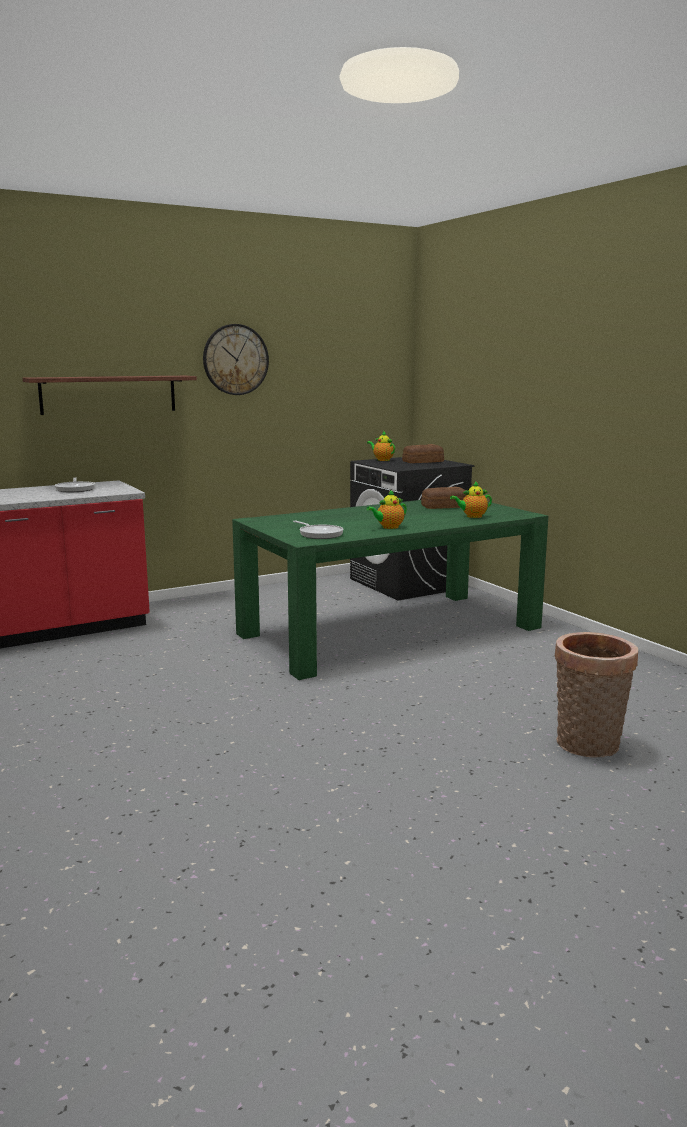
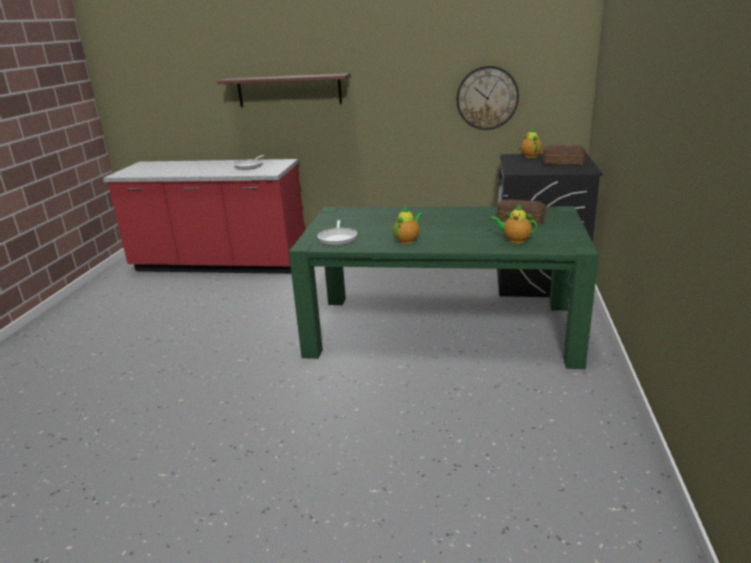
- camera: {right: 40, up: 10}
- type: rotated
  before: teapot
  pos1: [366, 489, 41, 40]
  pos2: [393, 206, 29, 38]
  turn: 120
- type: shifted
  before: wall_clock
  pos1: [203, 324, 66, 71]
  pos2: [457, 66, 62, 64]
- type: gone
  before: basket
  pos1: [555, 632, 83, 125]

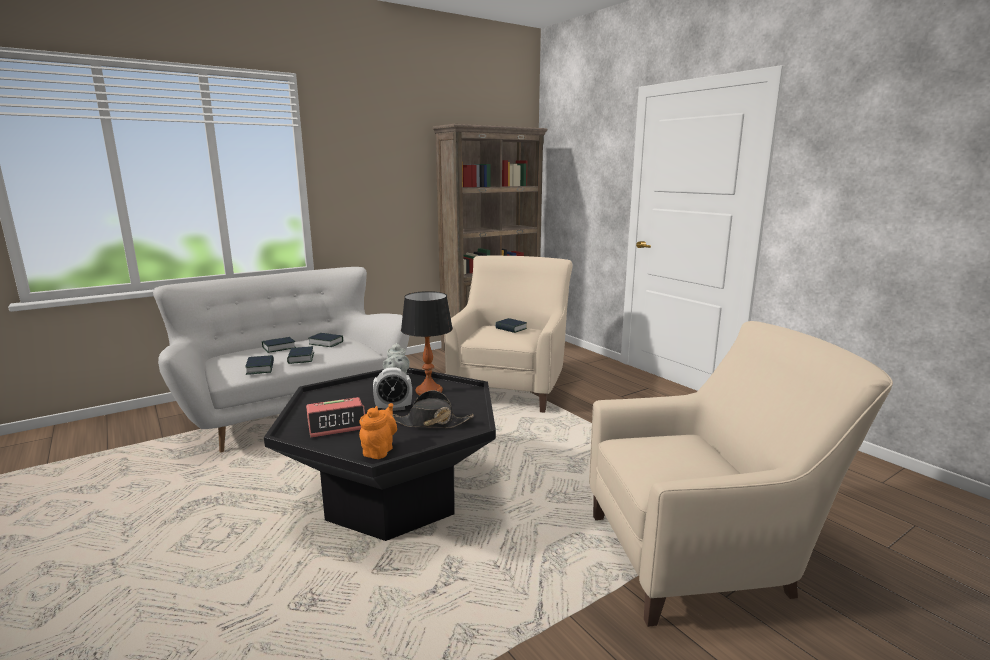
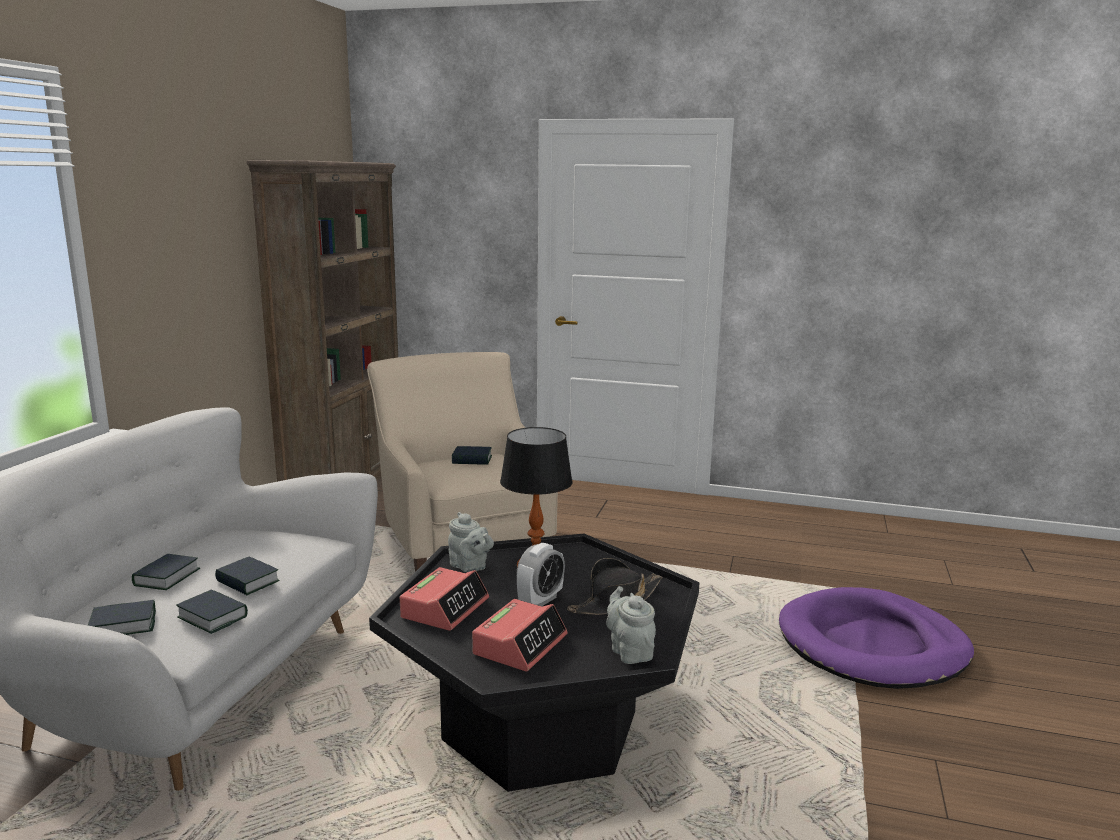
- camera: {right: -40, up: 0}
- type: shifted
  before: book
  pos1: [309, 333, 34, 14]
  pos2: [88, 600, 68, 35]
- type: new
  after: alarm_clock
  pos2: [400, 567, 89, 64]
- type: repainted
  before: orange_teapot
  after: grey_teapot
  pos1: [359, 403, 38, 56]
  pos2: [606, 586, 50, 78]
- type: swapped
  before: beige_armchair
  after: purple_dog_bed
  pos1: [589, 321, 304, 306]
  pos2: [779, 587, 195, 102]

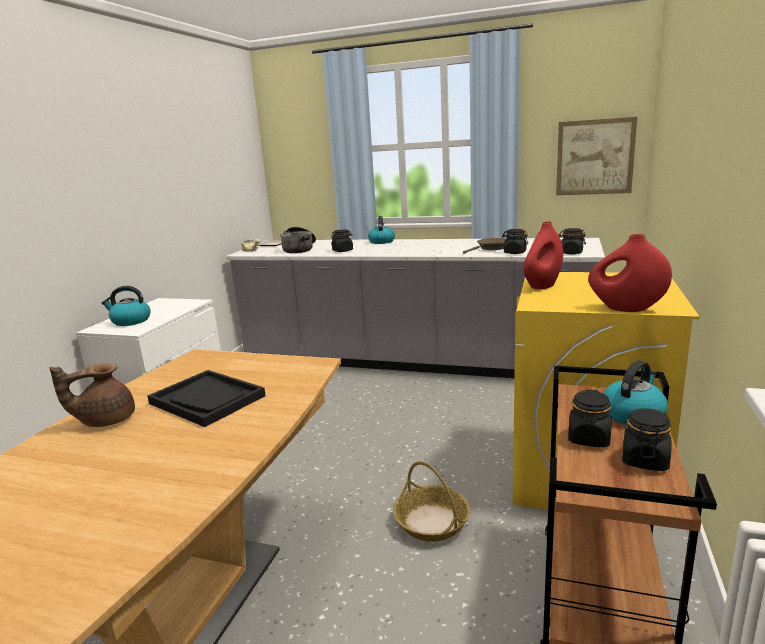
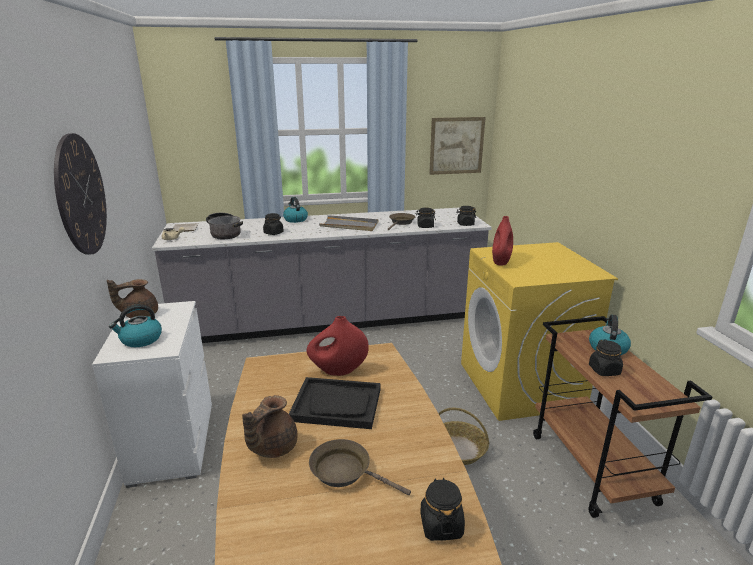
- camera: {right: -30, up: 5}
- type: new
  after: wall_clock
  pos2: [54, 133, 53, 122]
- type: new
  after: brown_teapot
  pos2: [107, 279, 51, 39]
- type: shifted
  before: red_vase
  pos1: [588, 234, 84, 78]
  pos2: [307, 316, 62, 60]
- type: new
  after: brown_frying_pan
  pos2: [309, 439, 102, 56]
- type: new
  after: grey_tray
  pos2: [319, 215, 59, 16]
- type: shifted
  before: black_jar
  pos1: [622, 408, 50, 63]
  pos2: [420, 478, 45, 63]

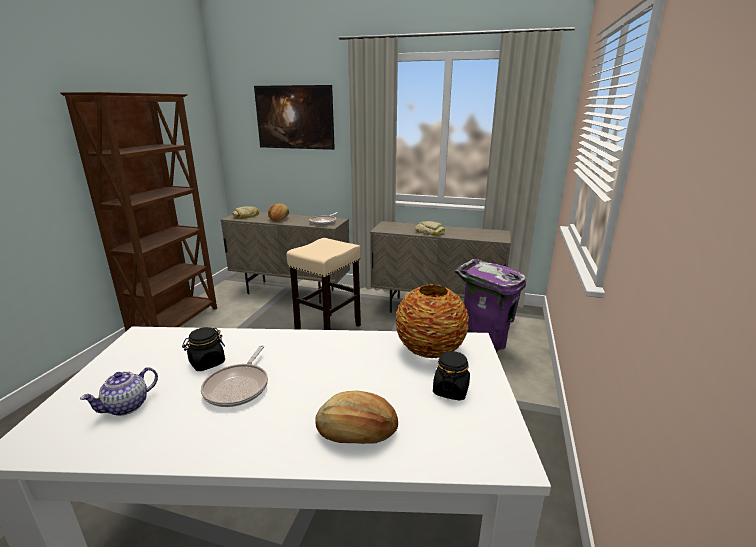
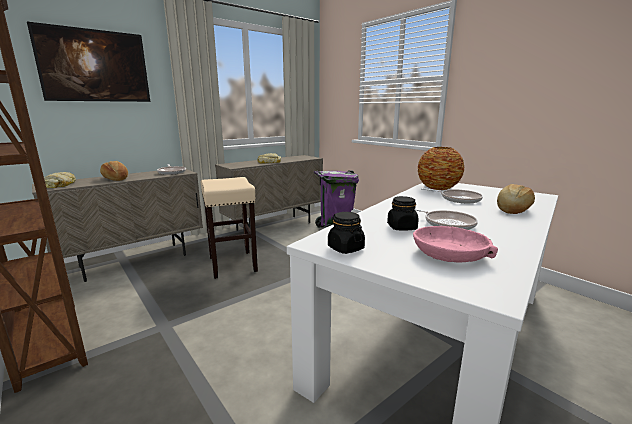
- camera: {right: -55, up: -5}
- type: shifted
  before: black_jar
  pos1: [433, 351, 37, 50]
  pos2: [328, 212, 37, 42]
- type: swapped
  before: teapot
  after: pink_bowl
  pos1: [80, 367, 78, 49]
  pos2: [413, 226, 85, 37]
- type: new
  after: frying_pan
  pos2: [421, 188, 62, 15]

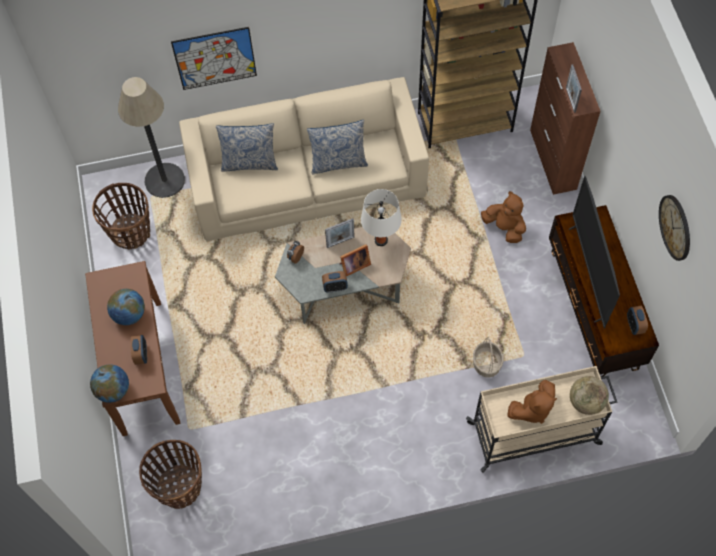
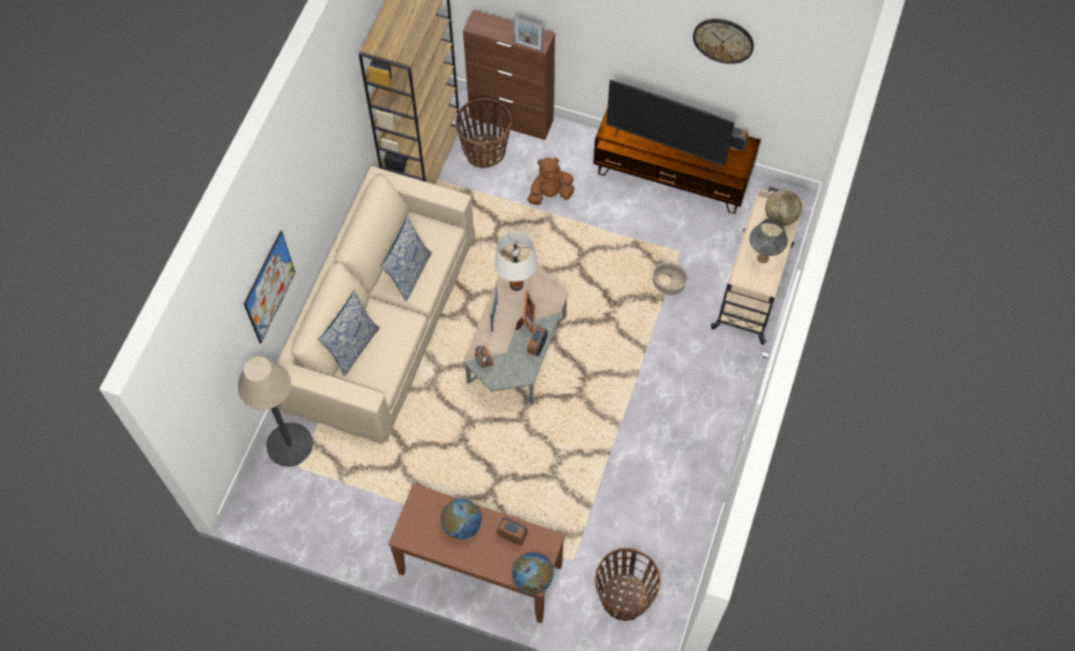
- camera: {right: -60, up: 0}
- type: shifted
  before: basket
  pos1: [92, 183, 58, 67]
  pos2: [456, 98, 56, 70]
- type: swapped
  before: brown_plush_toy
  after: grey_table_lamp
  pos1: [507, 380, 50, 44]
  pos2: [749, 218, 39, 45]

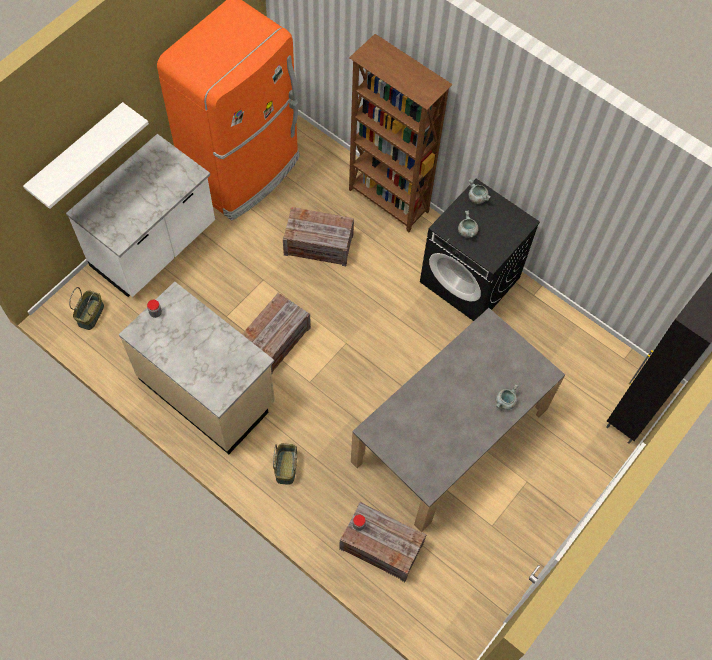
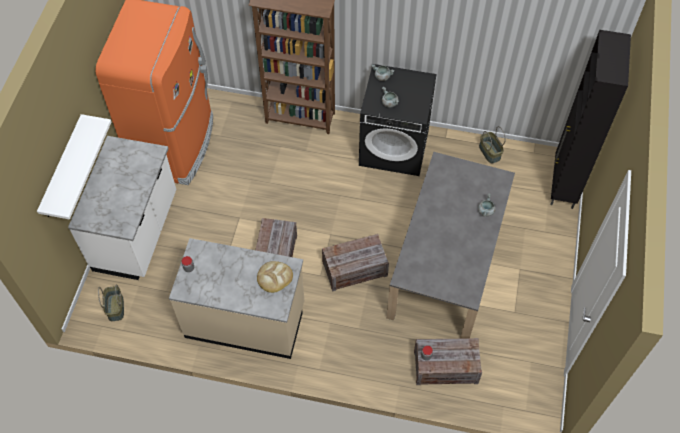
- camera: {right: -25, up: -5}
- type: new
  after: bread
  pos2: [257, 261, 36, 32]
- type: shifted
  before: crate
  pos1: [283, 207, 71, 59]
  pos2: [322, 234, 67, 58]
- type: shifted
  before: basket
  pos1: [273, 443, 24, 42]
  pos2: [479, 126, 27, 37]

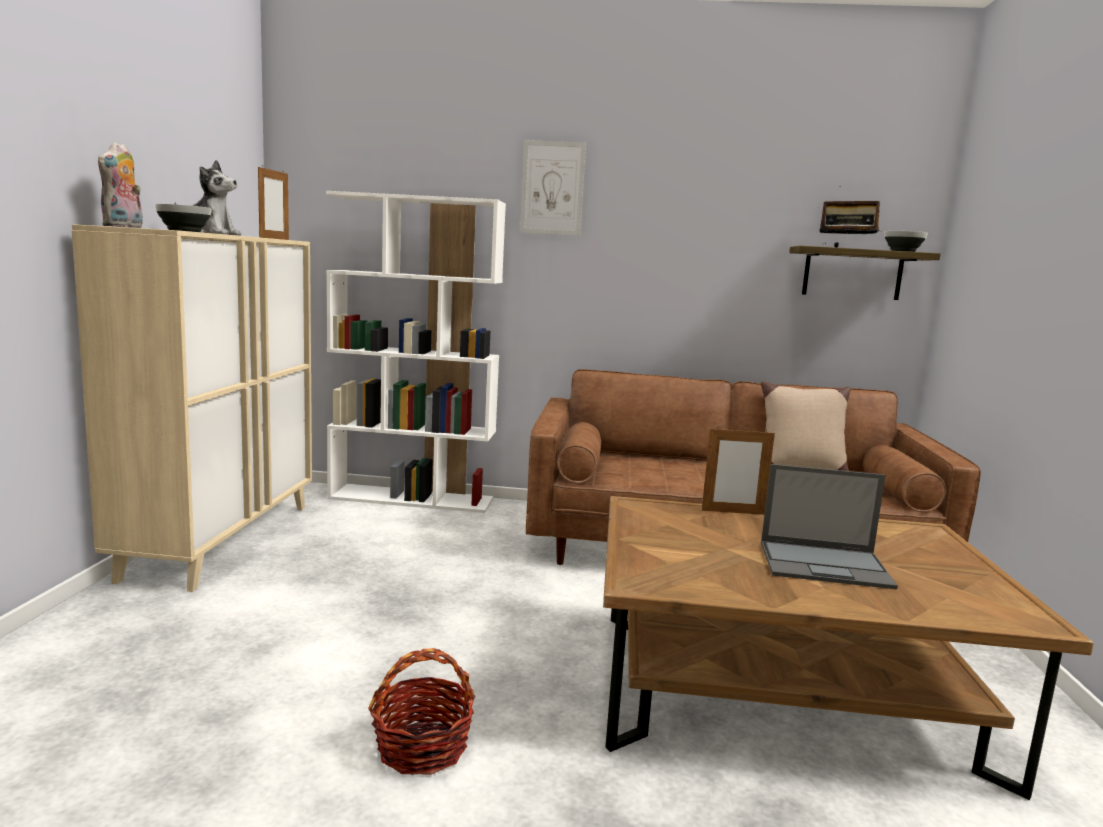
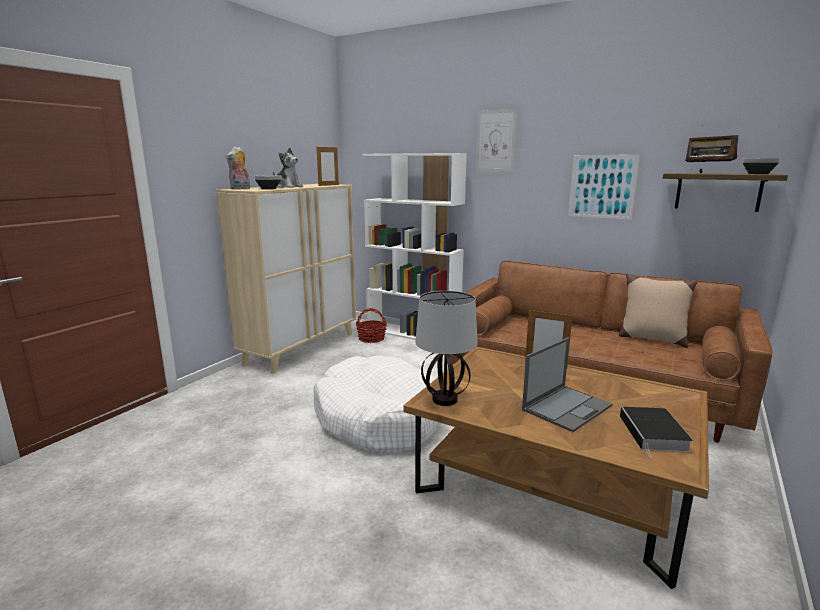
- camera: {right: 25, up: 5}
- type: new
  after: white_dog_bed
  pos2: [314, 356, 127, 98]
- type: shifted
  before: basket
  pos1: [368, 648, 107, 127]
  pos2: [356, 308, 31, 35]
- type: new
  after: table_lamp
  pos2: [415, 291, 63, 115]
- type: rotated
  before: laptop
  pos1: [761, 464, 137, 125]
  pos2: [522, 337, 91, 95]
  turn: -75
- type: new
  after: picture
  pos2: [568, 155, 72, 65]
- type: new
  after: book
  pos2: [620, 407, 73, 51]

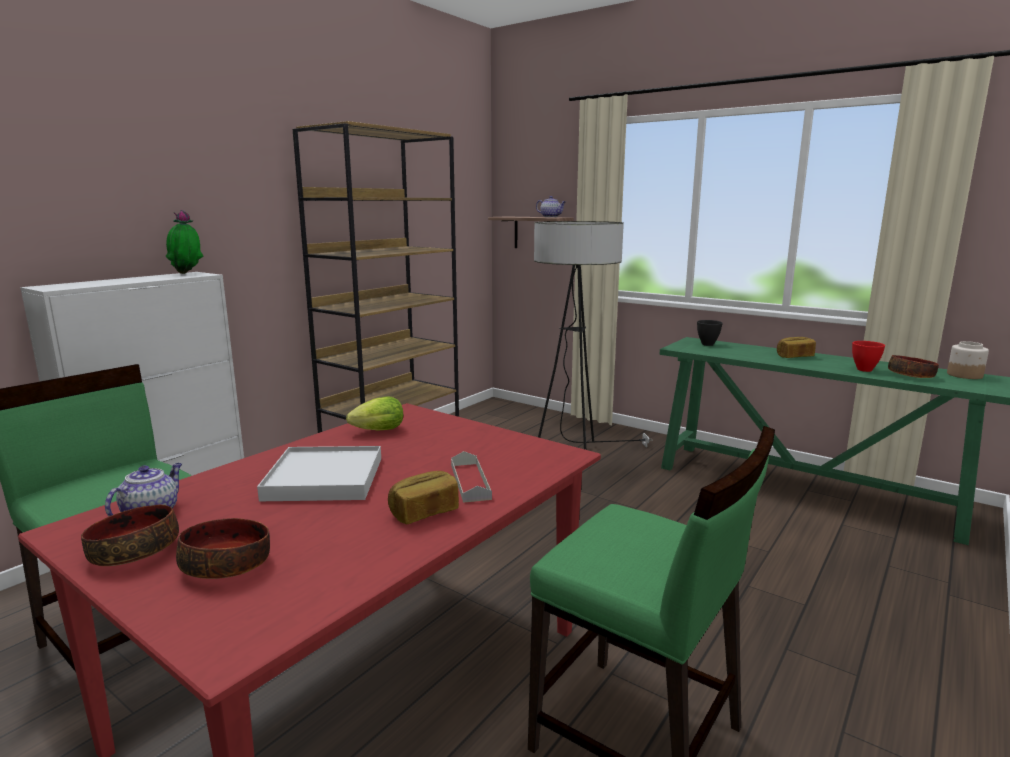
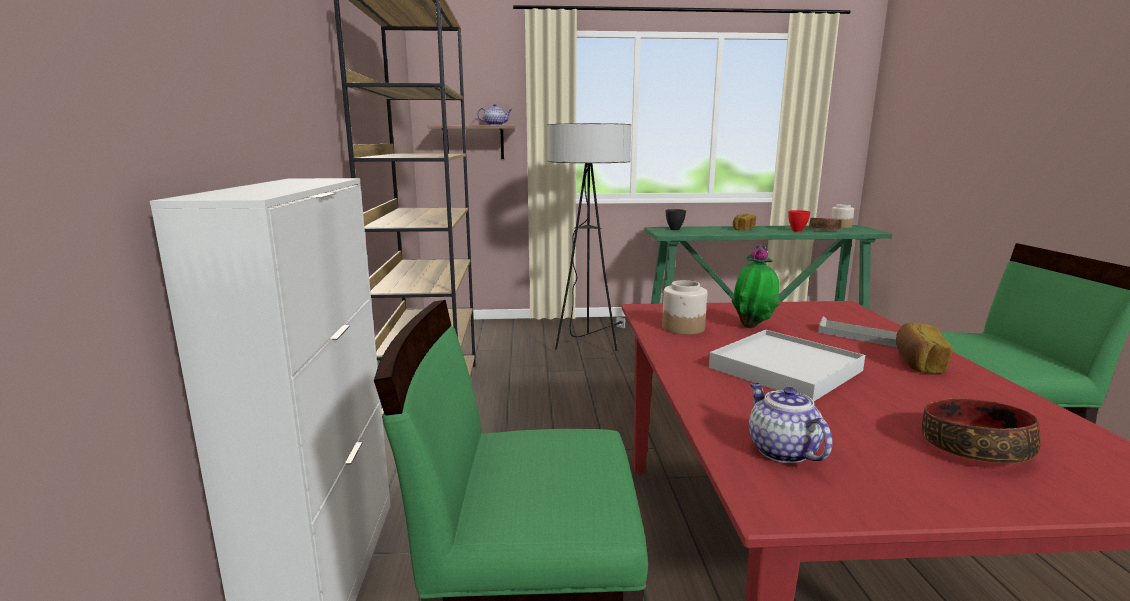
- camera: {right: -40, up: 0}
- type: swapped
  before: lettuce
  after: jar
  pos1: [346, 397, 57, 33]
  pos2: [662, 280, 45, 55]
- type: shifted
  before: potted_plant
  pos1: [166, 210, 37, 64]
  pos2: [731, 245, 49, 83]
- type: gone
  before: bowl
  pos1: [81, 505, 98, 61]

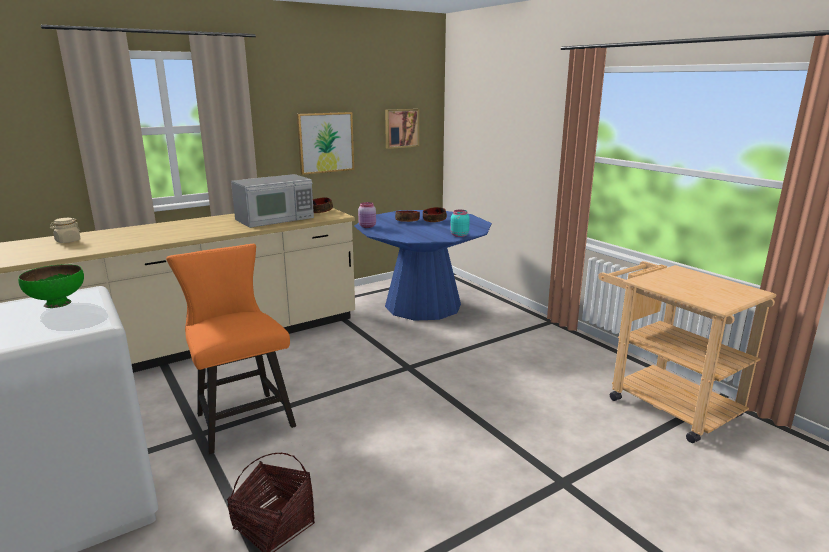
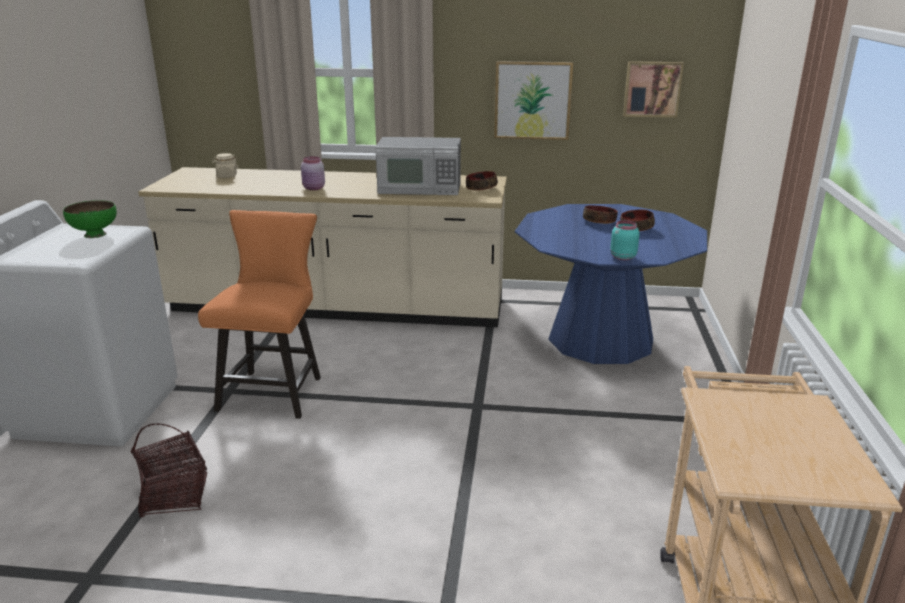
- camera: {right: 40, up: 5}
- type: shifted
  before: pink_jar
  pos1: [358, 202, 18, 26]
  pos2: [301, 156, 24, 34]

